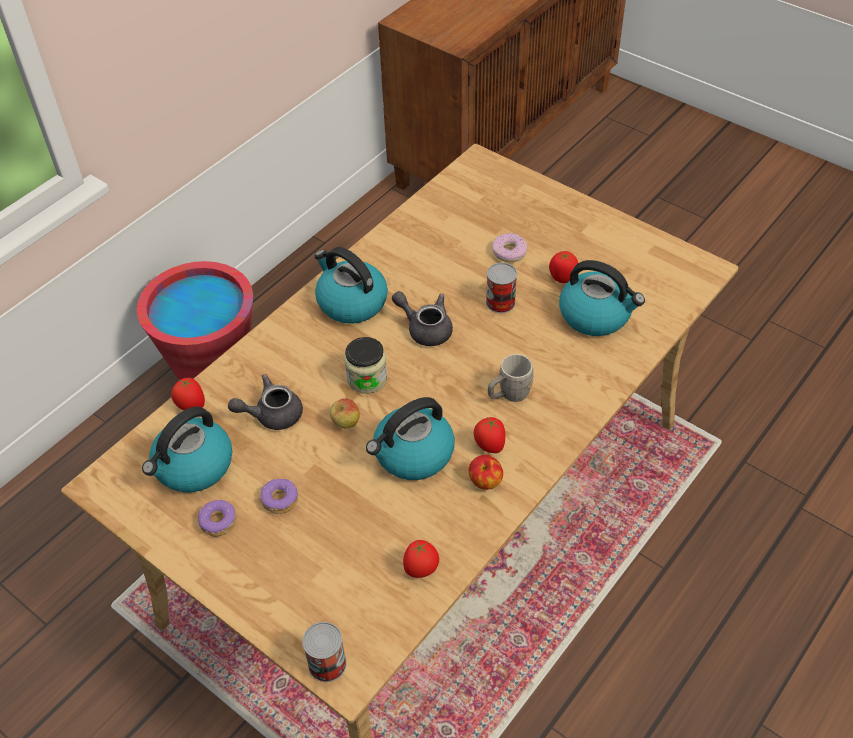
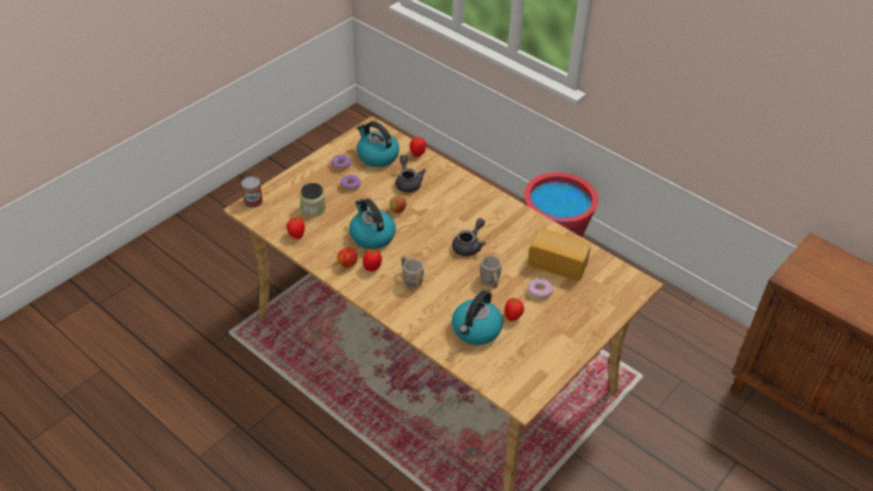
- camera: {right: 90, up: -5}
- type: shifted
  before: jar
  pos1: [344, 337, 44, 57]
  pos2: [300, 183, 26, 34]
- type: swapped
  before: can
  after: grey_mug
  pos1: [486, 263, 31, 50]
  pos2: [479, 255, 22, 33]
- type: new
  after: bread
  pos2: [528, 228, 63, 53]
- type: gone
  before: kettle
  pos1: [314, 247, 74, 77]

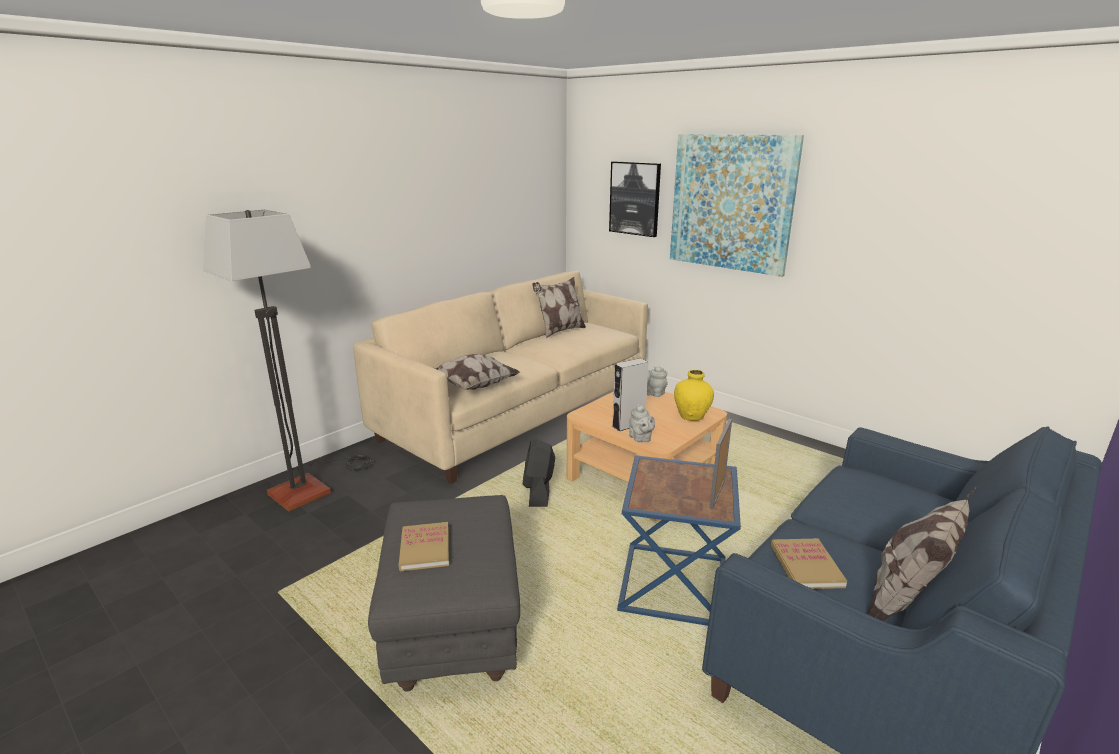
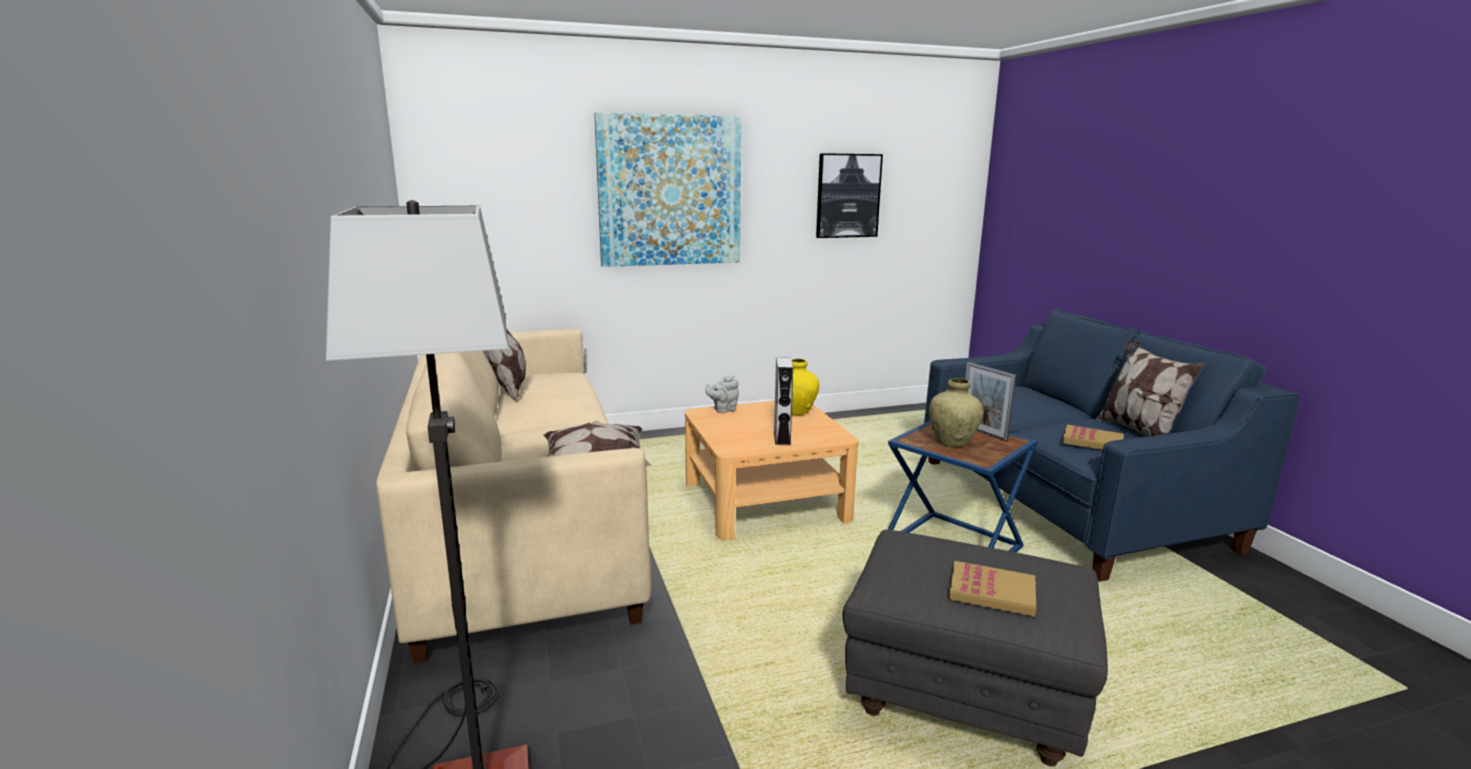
- camera: {right: -60, up: -5}
- type: shifted
  before: picture
  pos1: [609, 161, 52, 76]
  pos2: [816, 153, 67, 85]
- type: new
  after: beige_vase
  pos2: [929, 378, 54, 69]
- type: gone
  before: black_fan
  pos1: [522, 439, 33, 68]
- type: gone
  before: grey_teapot
  pos1: [629, 404, 26, 38]

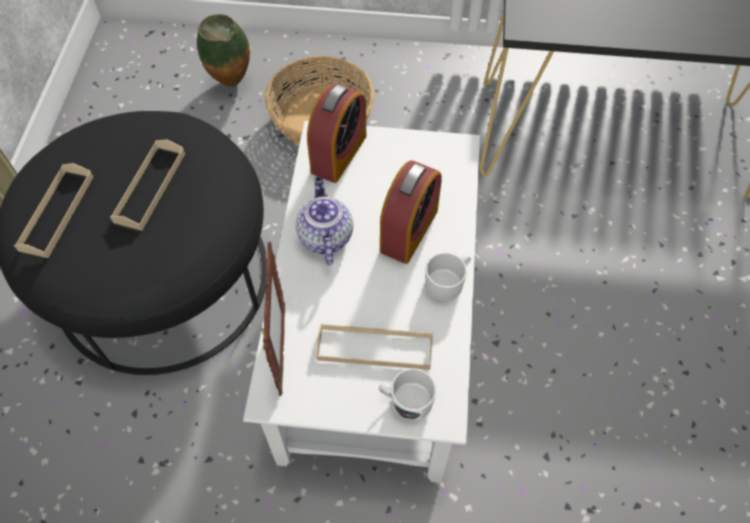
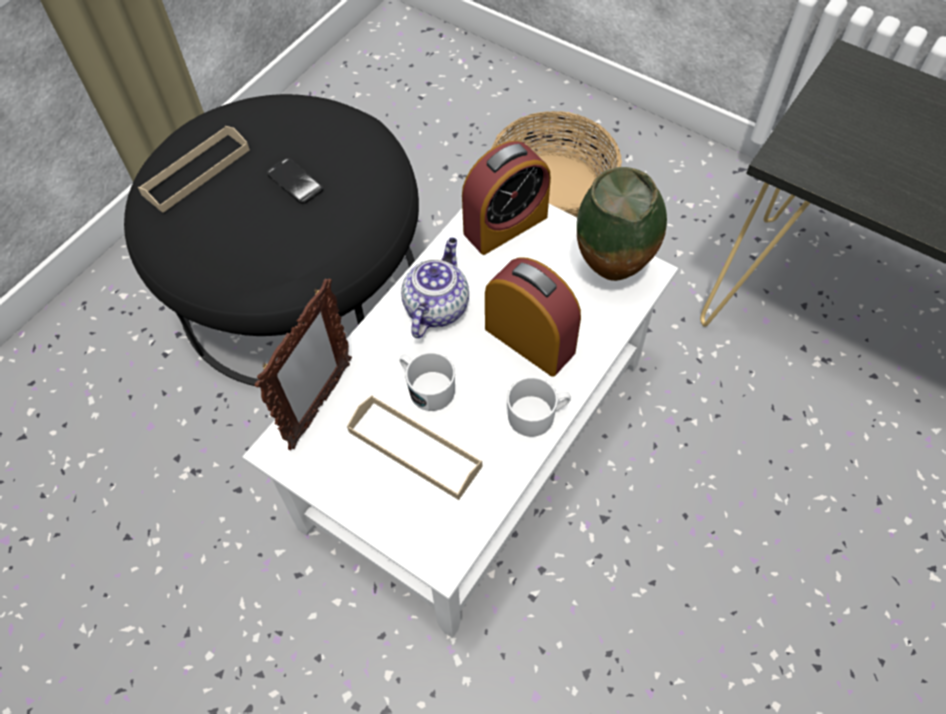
- camera: {right: 30, up: 0}
- type: swapped
  before: beige_tray
  after: phone
  pos1: [110, 139, 75, 92]
  pos2: [267, 158, 56, 46]
- type: shifted
  before: white_mug
  pos1: [379, 368, 57, 53]
  pos2: [400, 352, 55, 59]
- type: rotated
  before: alarm_clock
  pos1: [380, 160, 62, 104]
  pos2: [485, 257, 96, 120]
  turn: -105
- type: shifted
  before: vase
  pos1: [197, 14, 53, 73]
  pos2: [577, 167, 90, 114]

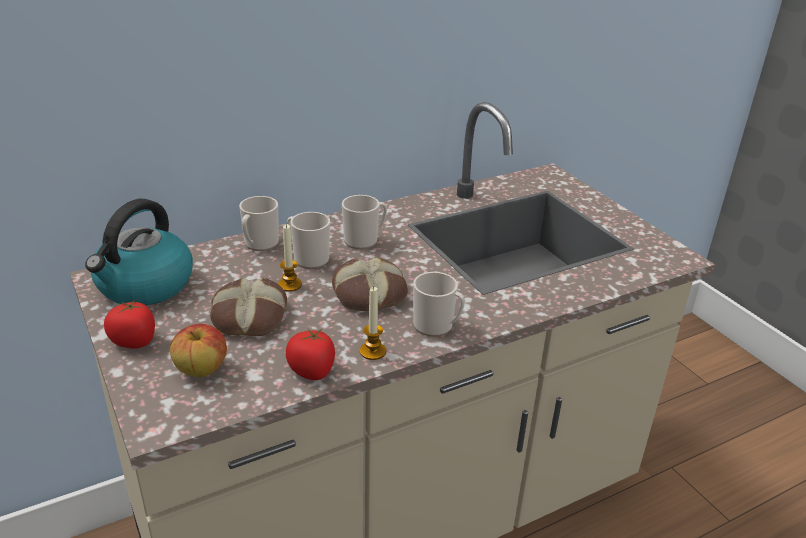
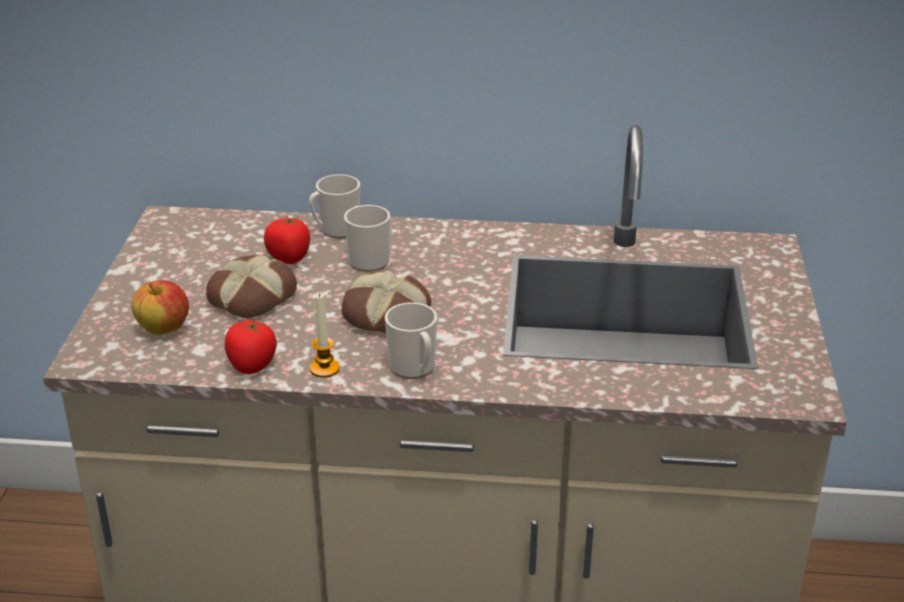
- camera: {right: 35, up: 0}
- type: shifted
  before: tomato
  pos1: [104, 299, 51, 50]
  pos2: [264, 216, 46, 48]
- type: gone
  before: kettle
  pos1: [85, 199, 108, 107]
- type: gone
  before: candle
  pos1: [278, 224, 24, 68]
- type: gone
  before: mug
  pos1: [342, 195, 45, 54]

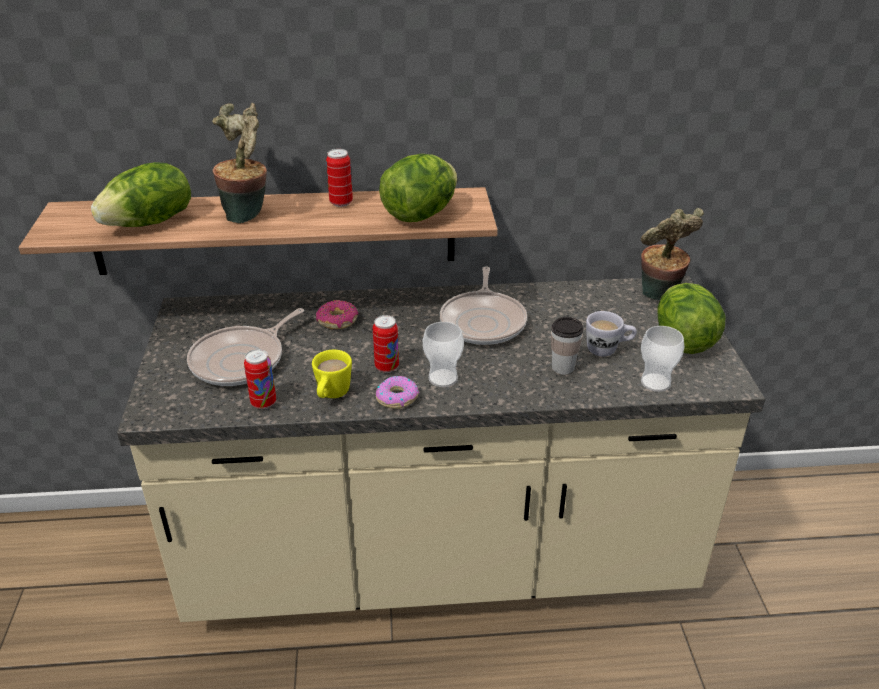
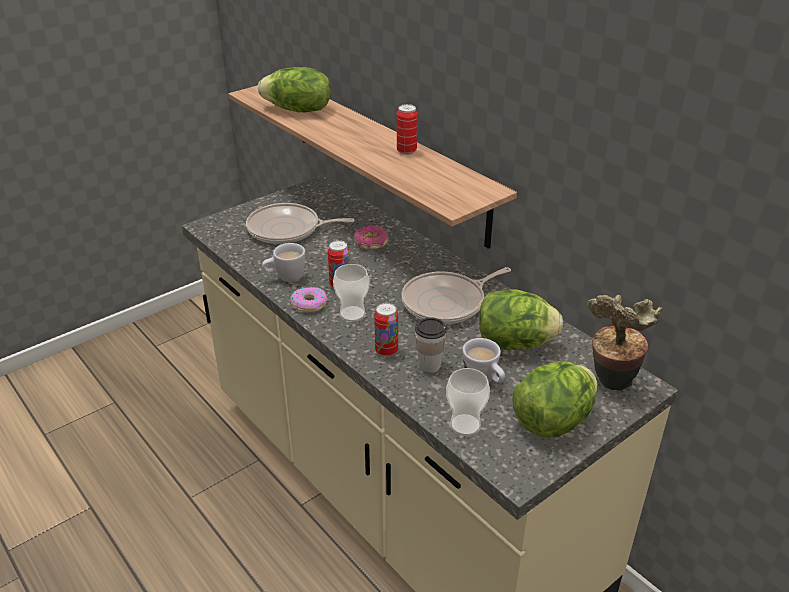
- camera: {right: 55, up: 0}
- type: repainted
  before: yellow_mug
  after: white_mug
  pos1: [312, 350, 40, 48]
  pos2: [262, 243, 43, 39]
- type: shifted
  before: can
  pos1: [244, 349, 32, 60]
  pos2: [374, 303, 24, 54]
- type: shifted
  before: lettuce
  pos1: [379, 154, 78, 68]
  pos2: [479, 289, 84, 61]
- type: gone
  before: potted_plant
  pos1: [212, 103, 55, 120]

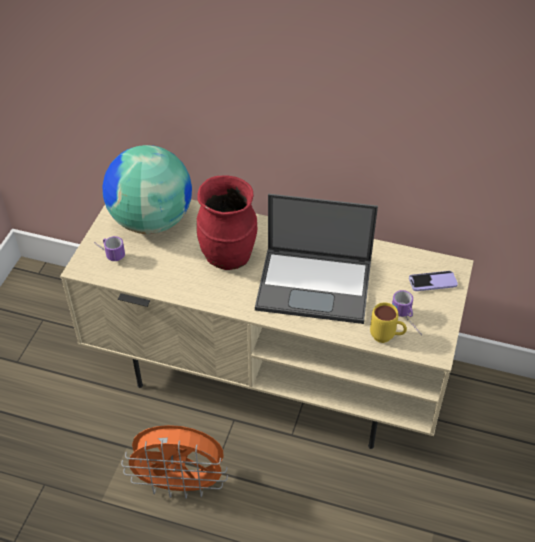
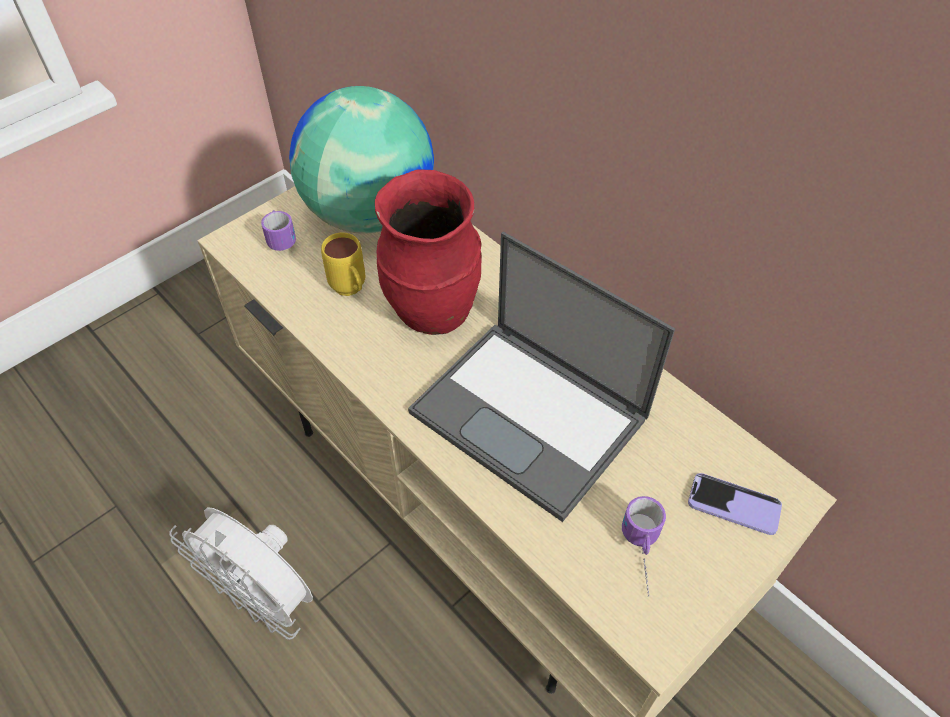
- camera: {right: 30, up: 5}
- type: repainted
  before: orange_fan
  after: white_fan
  pos1: [121, 425, 107, 74]
  pos2: [169, 507, 144, 133]
- type: shifted
  before: yellow_mug
  pos1: [370, 302, 37, 41]
  pos2: [321, 232, 44, 64]

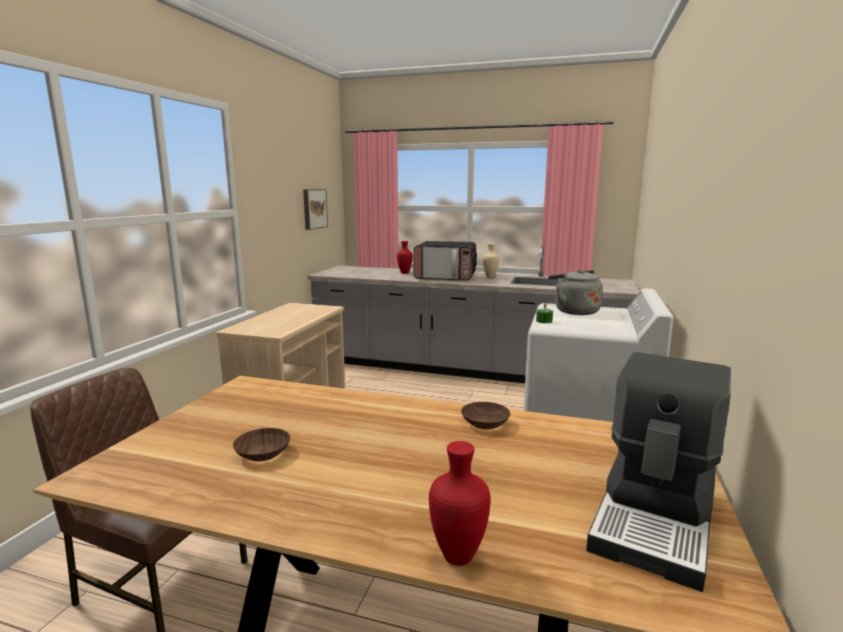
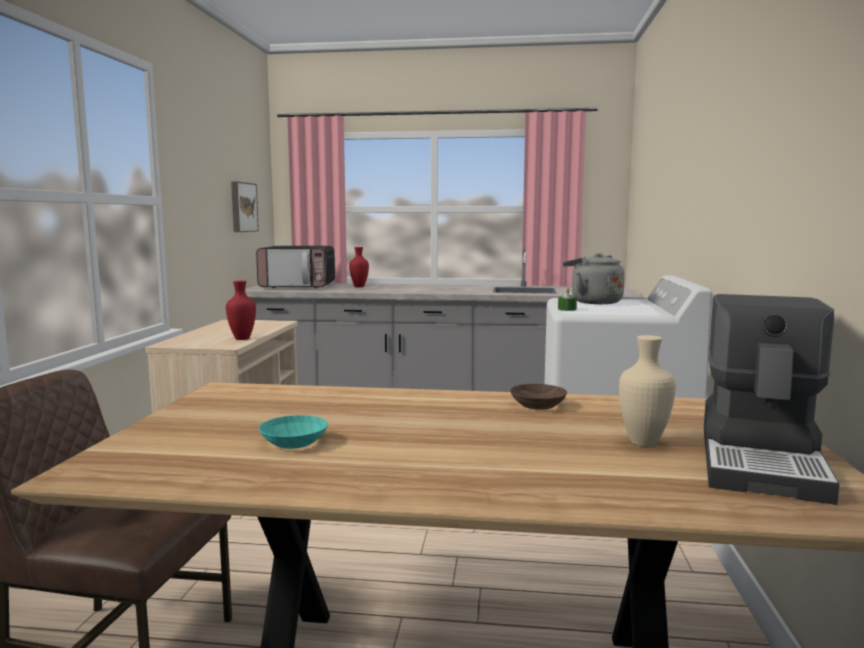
- camera: {right: -10, up: -5}
- type: shifted
  before: red_vase
  pos1: [429, 441, 62, 125]
  pos2: [226, 280, 30, 60]
- type: shifted
  before: microwave
  pos1: [413, 241, 64, 40]
  pos2: [256, 246, 79, 42]
- type: repainted
  before: brown_bowl
  after: turquoise_bowl
  pos1: [233, 428, 58, 33]
  pos2: [259, 415, 69, 34]
- type: shifted
  before: beige_vase
  pos1: [483, 243, 16, 35]
  pos2: [619, 335, 57, 112]

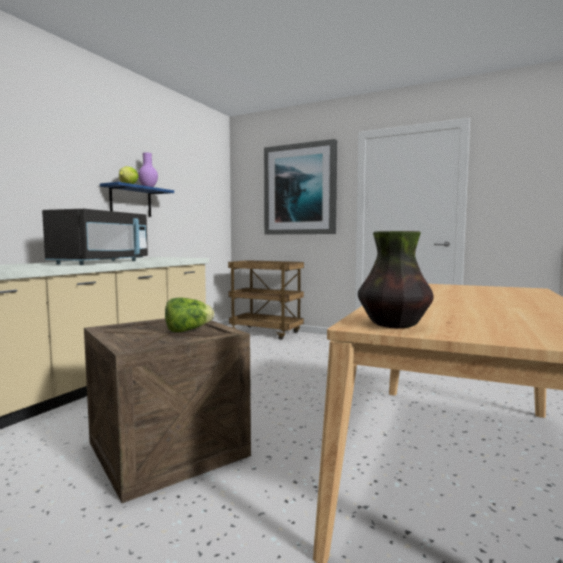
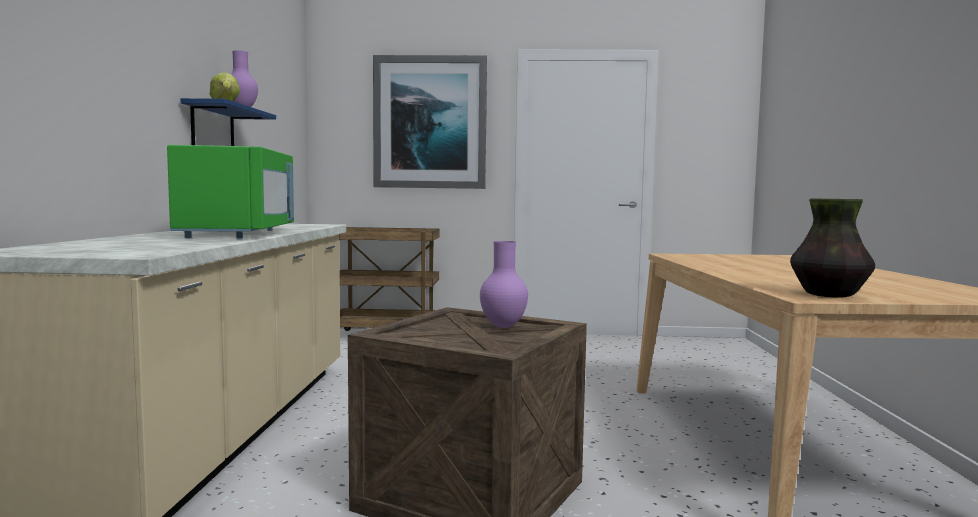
- camera: {right: -25, up: 0}
- type: repainted
  before: black_microwave
  after: green_microwave
  pos1: [42, 209, 106, 56]
  pos2: [167, 145, 127, 93]
- type: swapped
  before: lettuce
  after: purple_vase
  pos1: [165, 298, 49, 34]
  pos2: [480, 241, 48, 87]

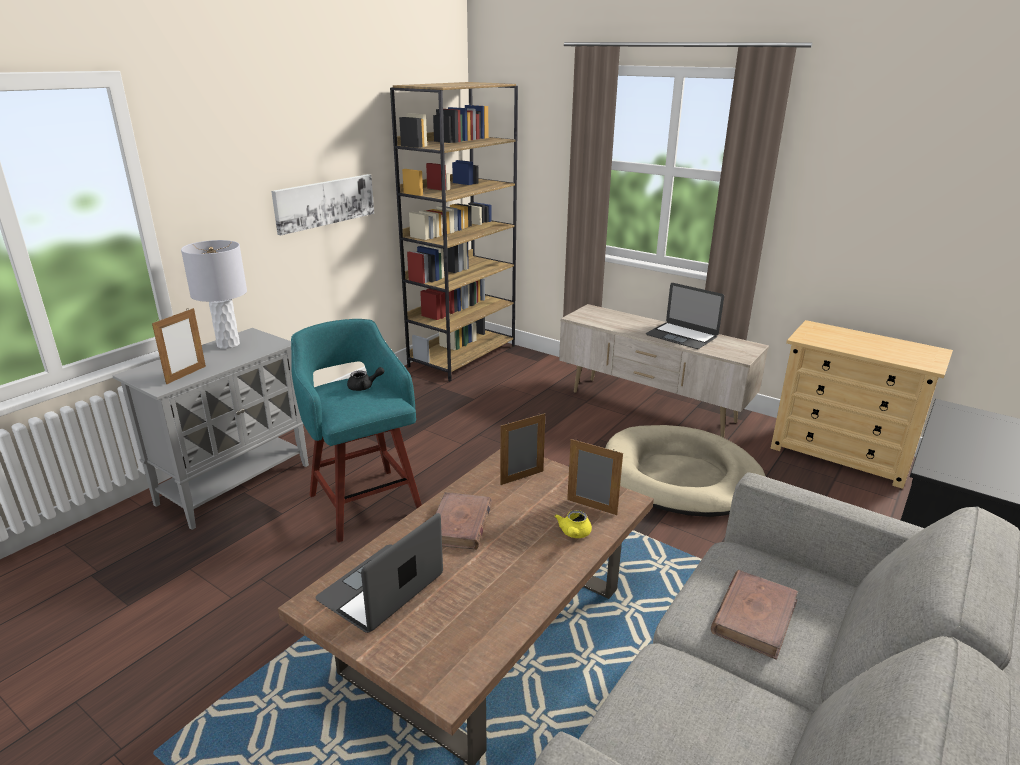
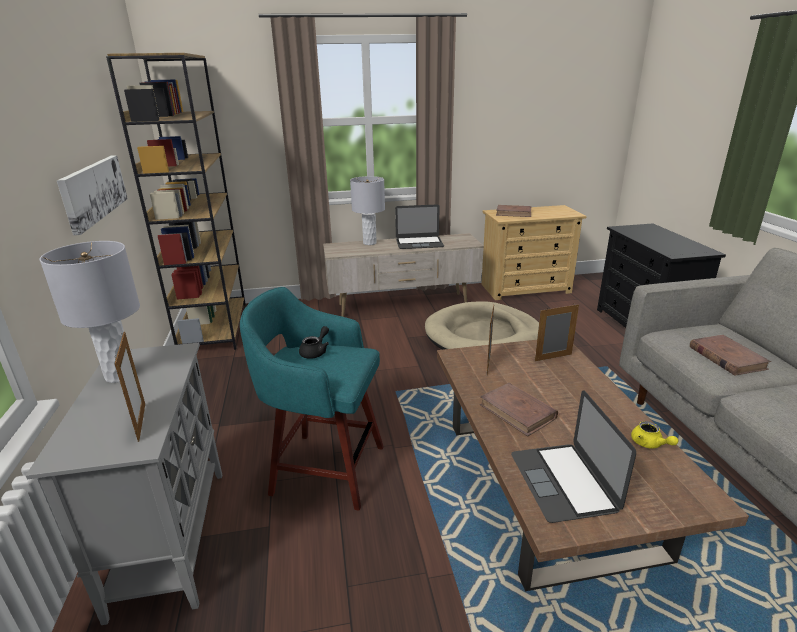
- camera: {right: -45, up: 0}
- type: new
  after: grey_table_lamp
  pos2: [350, 176, 35, 69]
- type: new
  after: brown_book
  pos2: [496, 205, 36, 12]
- type: shifted
  before: yellow_teapot
  pos1: [555, 510, 37, 28]
  pos2: [631, 421, 48, 28]

